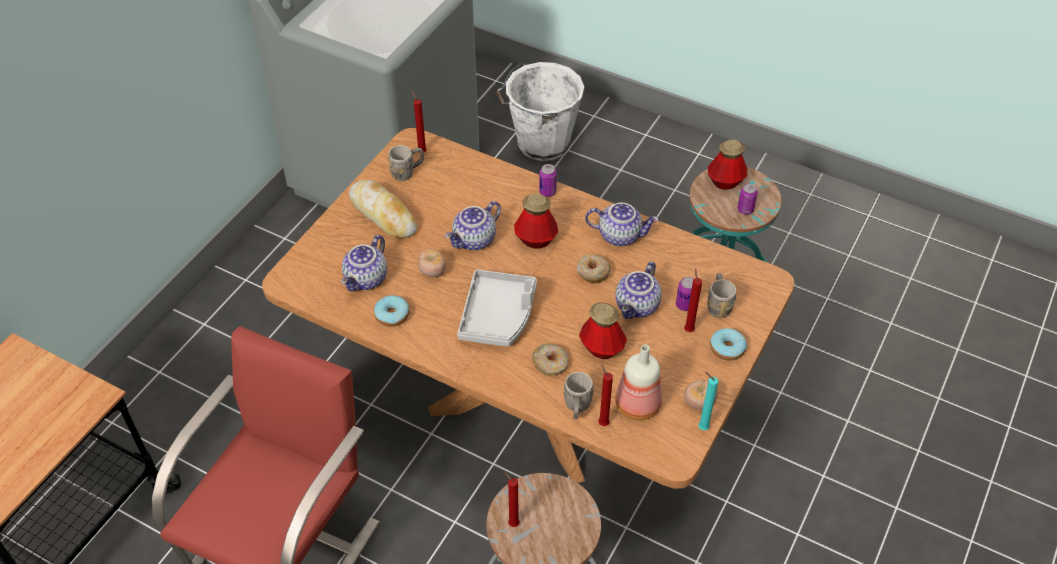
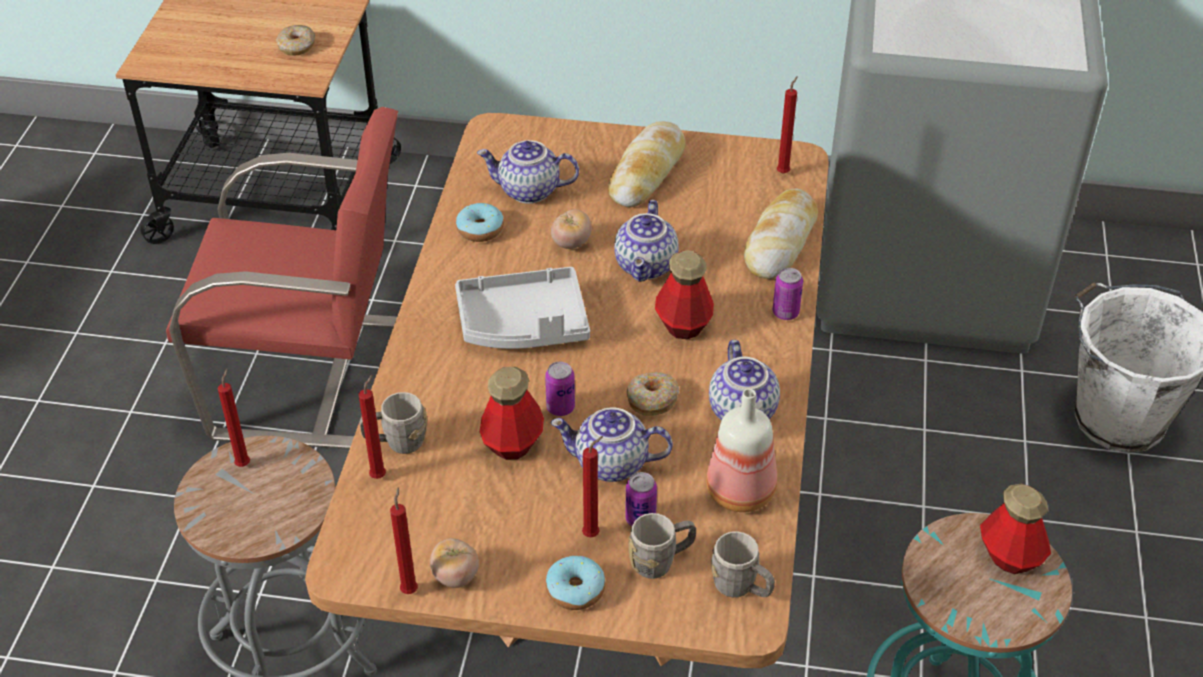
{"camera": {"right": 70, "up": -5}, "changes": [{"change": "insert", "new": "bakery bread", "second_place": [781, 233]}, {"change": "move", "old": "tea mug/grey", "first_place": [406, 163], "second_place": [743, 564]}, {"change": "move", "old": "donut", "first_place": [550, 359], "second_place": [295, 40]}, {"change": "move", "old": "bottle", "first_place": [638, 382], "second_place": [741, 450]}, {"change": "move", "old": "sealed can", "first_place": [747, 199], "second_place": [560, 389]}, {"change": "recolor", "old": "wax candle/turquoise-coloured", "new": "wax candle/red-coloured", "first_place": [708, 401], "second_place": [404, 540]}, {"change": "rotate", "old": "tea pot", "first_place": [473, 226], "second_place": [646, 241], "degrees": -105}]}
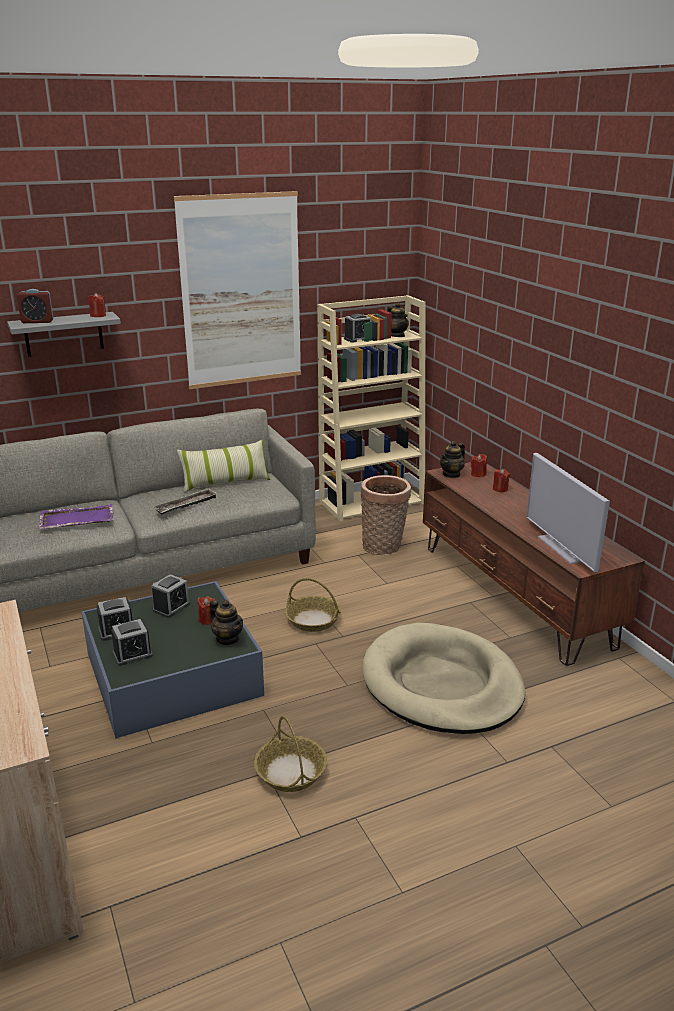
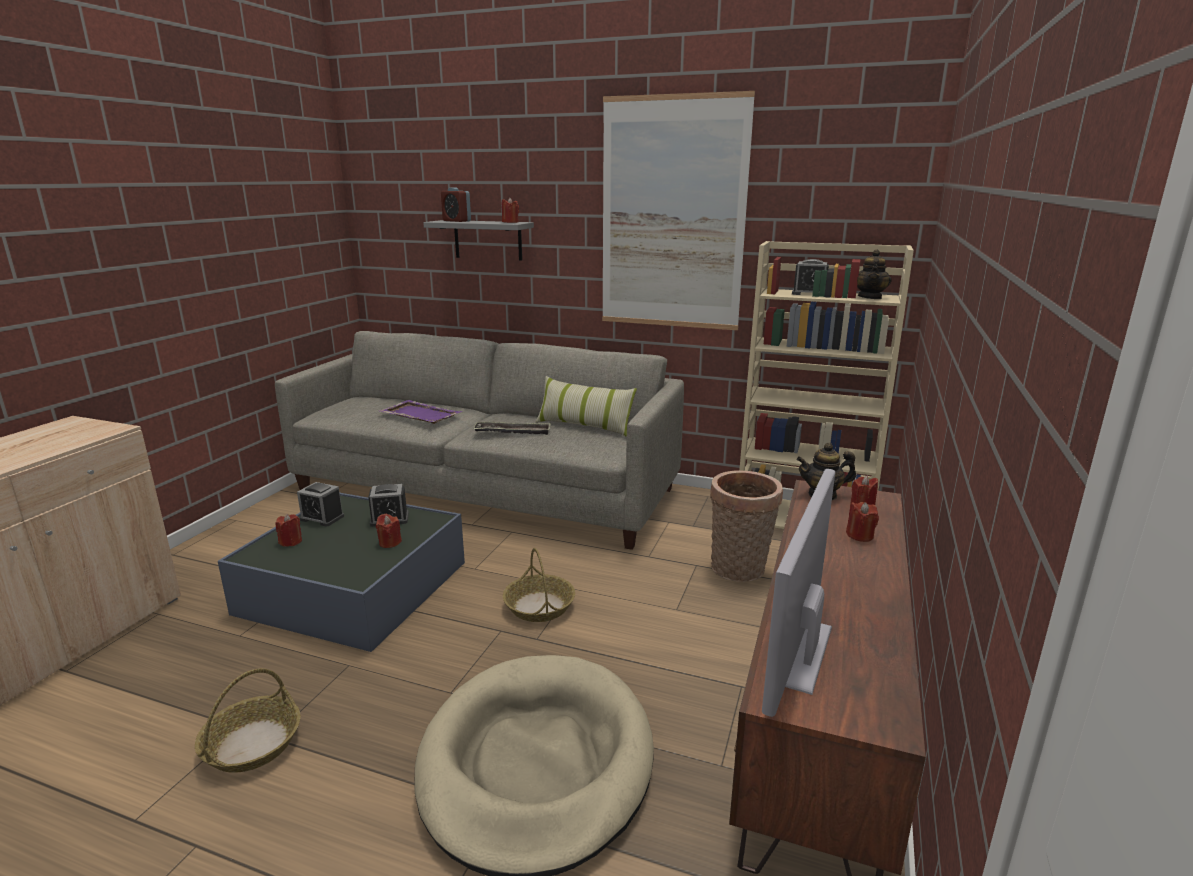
{"camera": {"right": 45, "up": -5}, "changes": [{"change": "delete", "old": "tea pot", "first_place": [226, 622]}, {"change": "replace", "old": "table clock", "new": "wax candle/red-coloured", "first_place": [132, 642], "second_place": [288, 530]}]}
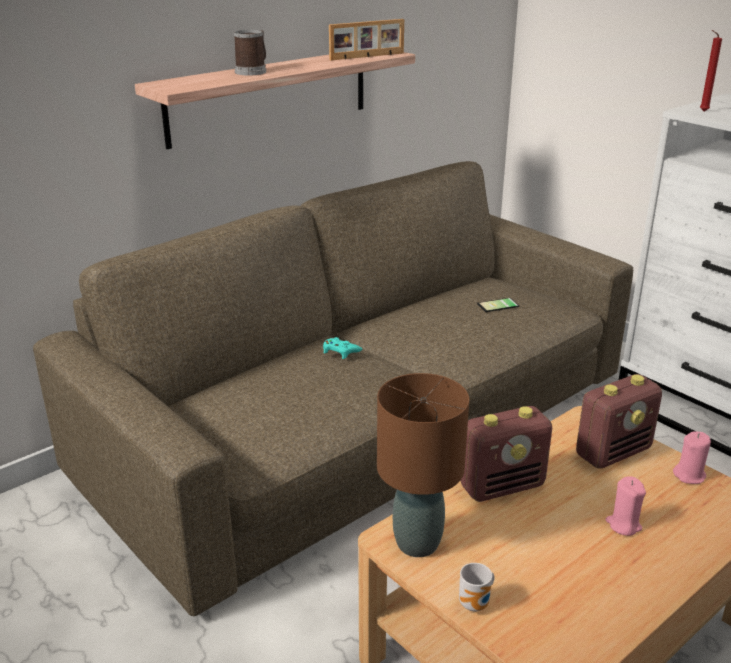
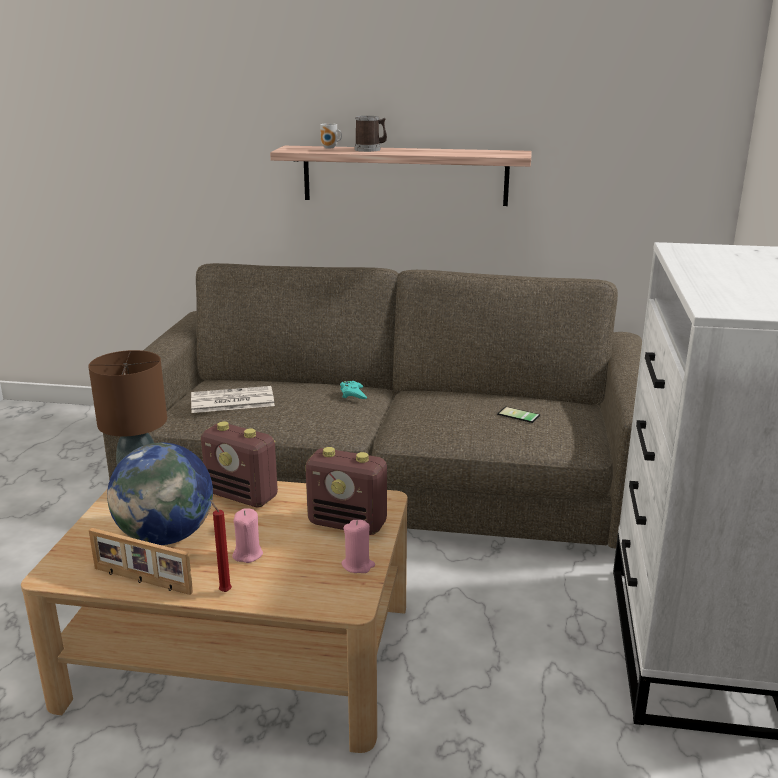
{"camera": {"right": 50, "up": -5}, "changes": [{"change": "insert", "new": "desk globe", "second_place": [160, 493]}, {"change": "insert", "new": "newspaper", "second_place": [233, 399]}, {"change": "move", "old": "standing frame", "first_place": [366, 39], "second_place": [141, 561]}, {"change": "move", "old": "tea mug", "first_place": [477, 587], "second_place": [331, 135]}, {"change": "move", "old": "wax candle/red-coloured", "first_place": [711, 71], "second_place": [221, 545]}]}
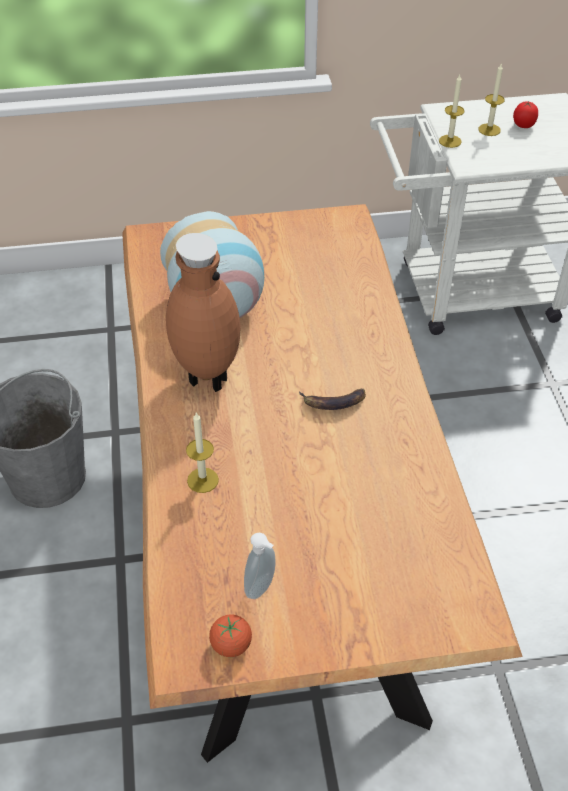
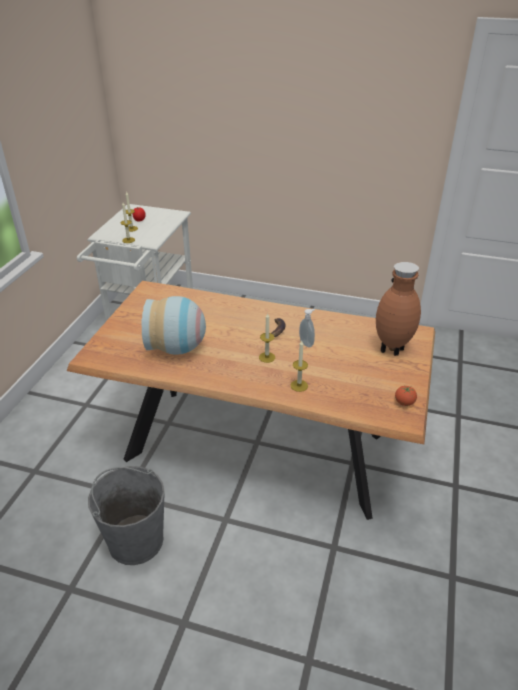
{"camera": {"right": -65, "up": -10}, "changes": [{"change": "insert", "new": "wax candle", "second_place": [267, 338]}, {"change": "move", "old": "flower vase/brown", "first_place": [203, 312], "second_place": [398, 309]}, {"change": "move", "old": "soap dispenser", "first_place": [260, 566], "second_place": [307, 328]}]}
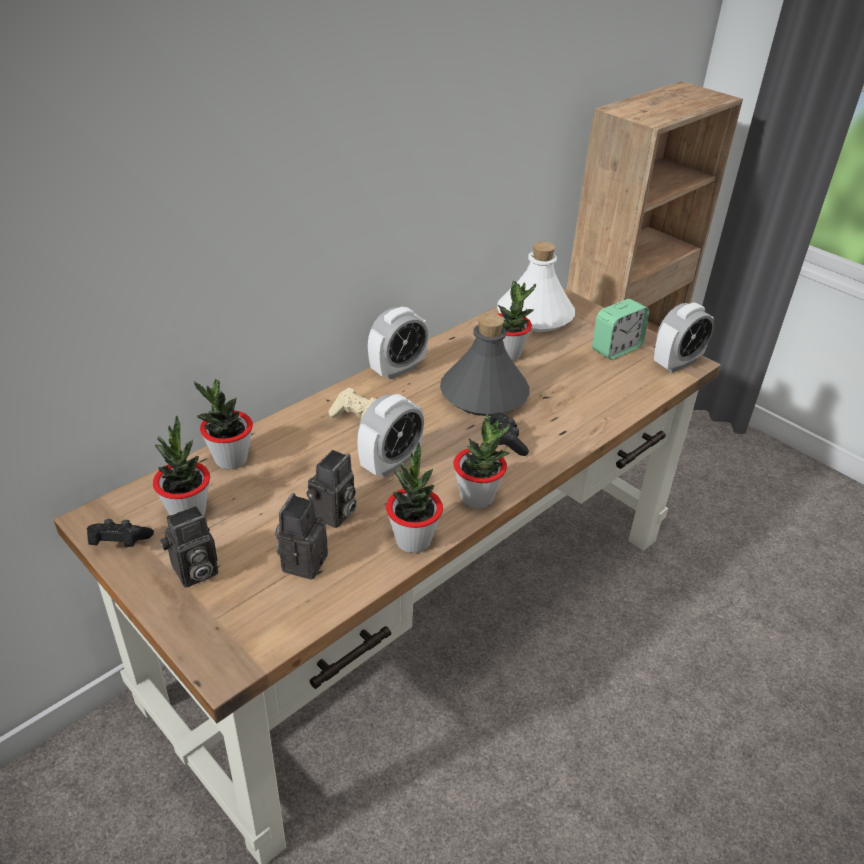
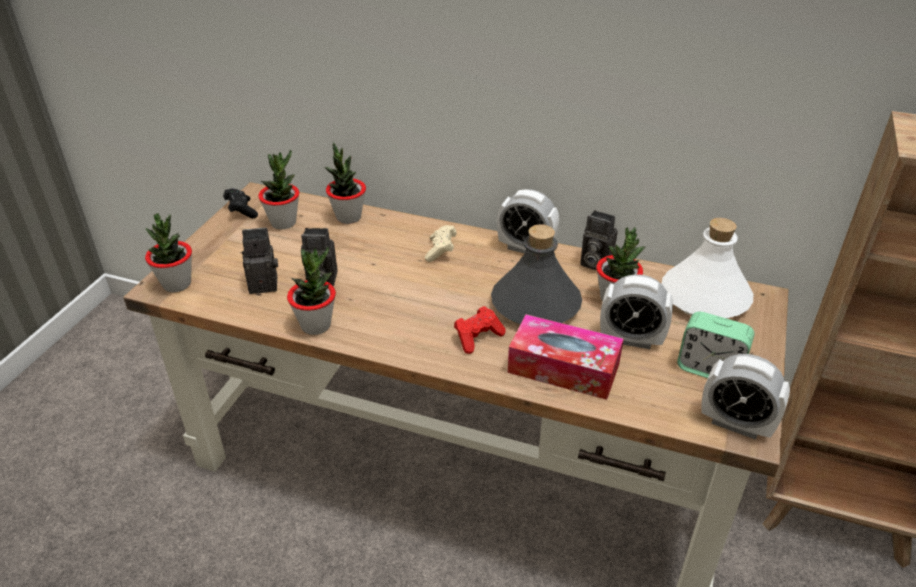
{"camera": {"right": 65, "up": 0}, "changes": [{"change": "insert", "new": "box of tissues", "second_place": [566, 357]}, {"change": "move", "old": "still camera", "first_place": [189, 546], "second_place": [599, 240]}, {"change": "move", "old": "table clock", "first_place": [390, 435], "second_place": [636, 311]}, {"change": "move", "old": "potted plant", "first_place": [481, 461], "second_place": [168, 252]}, {"change": "recolor", "old": "game controller/black-coloured", "new": "game controller/red-coloured", "first_place": [509, 434], "second_place": [480, 330]}]}
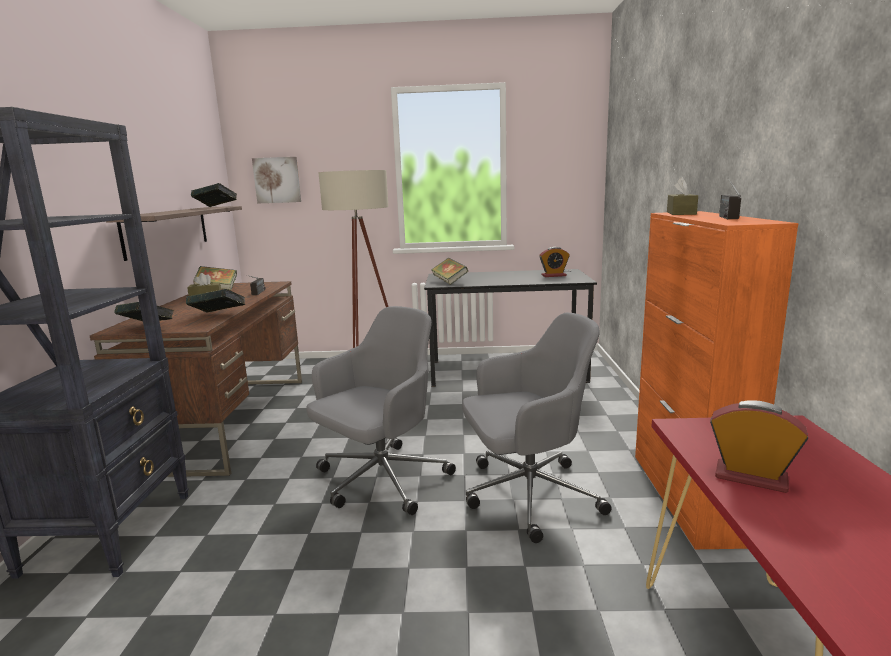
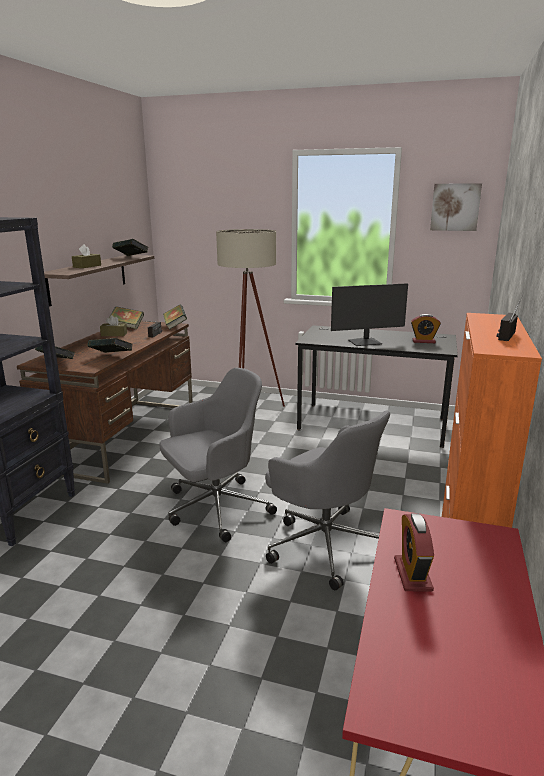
{"camera": {"right": 15, "up": 5}, "changes": [{"change": "insert", "new": "monitor", "second_place": [369, 314]}, {"change": "move", "old": "wall art", "first_place": [276, 180], "second_place": [456, 207]}, {"change": "move", "old": "bound book", "first_place": [449, 271], "second_place": [175, 317]}, {"change": "move", "old": "box of tissues/brown", "first_place": [682, 196], "second_place": [86, 256]}, {"change": "rotate", "old": "desk chair/grey", "first_place": [537, 428], "second_place": [327, 500], "degrees": 45}, {"change": "rotate", "old": "table clock", "first_place": [759, 446], "second_place": [414, 552], "degrees": -135}]}
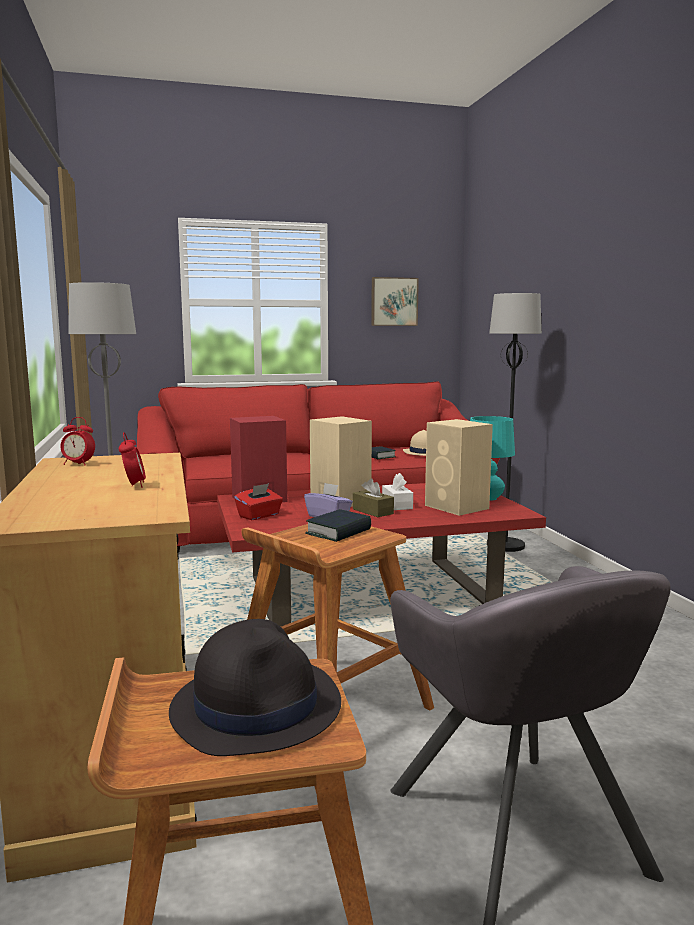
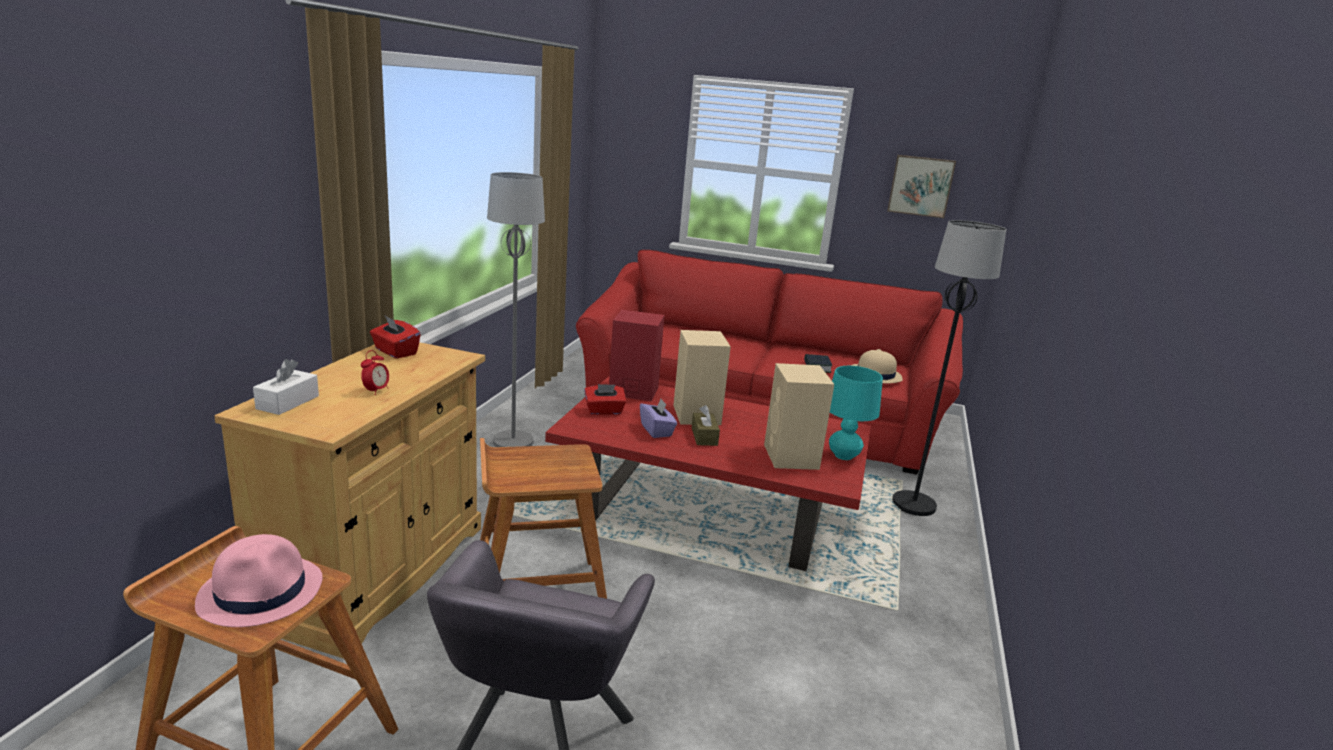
{"camera": {"right": 30, "up": 10}, "changes": [{"change": "delete", "old": "bound book", "first_place": [338, 525]}, {"change": "move", "old": "box of tissues/white-coloured", "first_place": [397, 491], "second_place": [286, 387]}, {"change": "replace", "old": "table clock", "new": "box of tissues/red-coloured", "first_place": [78, 441], "second_place": [395, 337]}, {"change": "recolor", "old": "wearable hat/black-coloured", "new": "wearable hat/pinkish", "first_place": [255, 687], "second_place": [259, 580]}]}
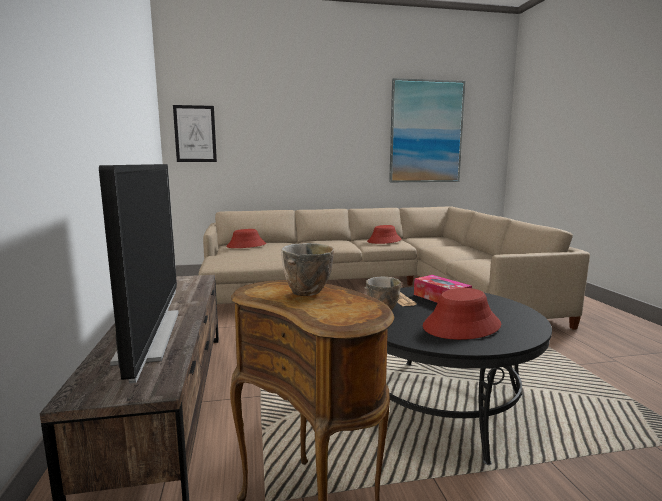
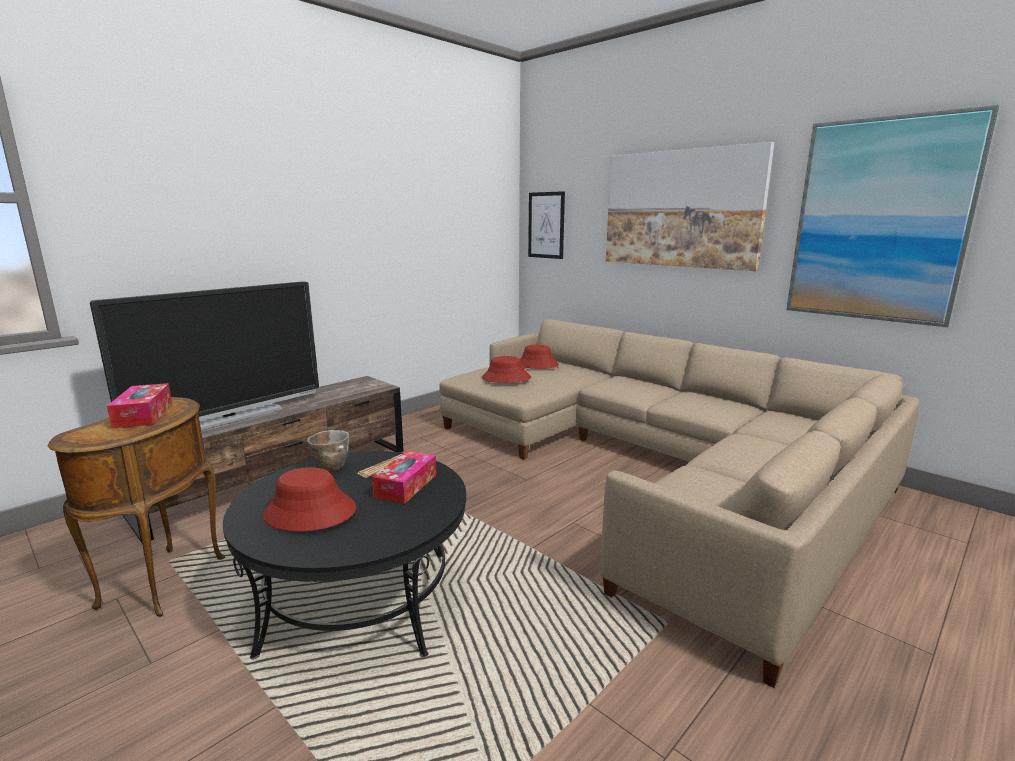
{"camera": {"right": 55, "up": 5}, "changes": [{"change": "insert", "new": "wall art", "second_place": [690, 206]}, {"change": "move", "old": "wearable hat/red-coloured", "first_place": [384, 234], "second_place": [506, 369]}, {"change": "replace", "old": "deep dish", "new": "box of tissues", "first_place": [307, 269], "second_place": [140, 405]}]}
